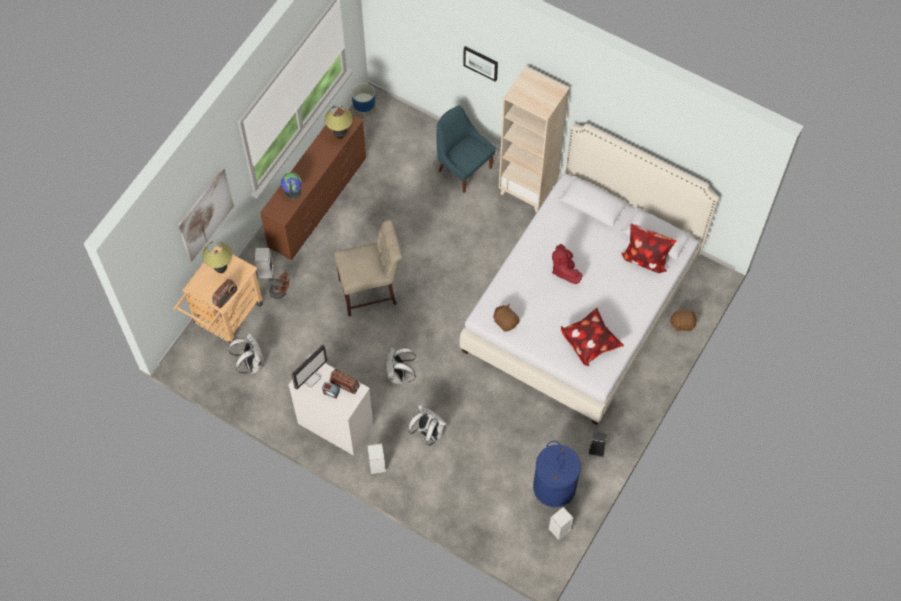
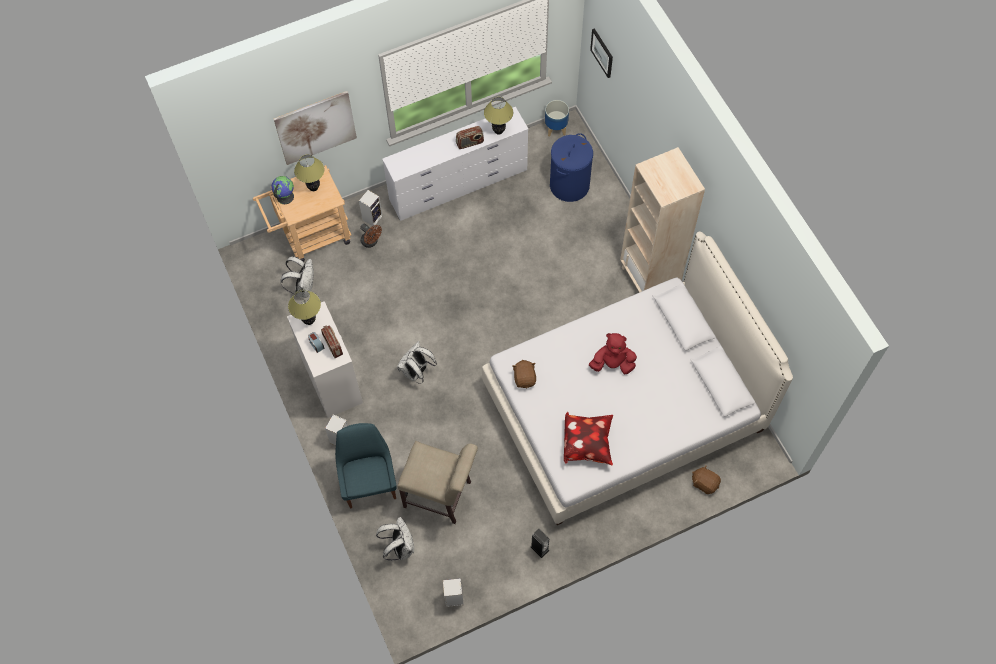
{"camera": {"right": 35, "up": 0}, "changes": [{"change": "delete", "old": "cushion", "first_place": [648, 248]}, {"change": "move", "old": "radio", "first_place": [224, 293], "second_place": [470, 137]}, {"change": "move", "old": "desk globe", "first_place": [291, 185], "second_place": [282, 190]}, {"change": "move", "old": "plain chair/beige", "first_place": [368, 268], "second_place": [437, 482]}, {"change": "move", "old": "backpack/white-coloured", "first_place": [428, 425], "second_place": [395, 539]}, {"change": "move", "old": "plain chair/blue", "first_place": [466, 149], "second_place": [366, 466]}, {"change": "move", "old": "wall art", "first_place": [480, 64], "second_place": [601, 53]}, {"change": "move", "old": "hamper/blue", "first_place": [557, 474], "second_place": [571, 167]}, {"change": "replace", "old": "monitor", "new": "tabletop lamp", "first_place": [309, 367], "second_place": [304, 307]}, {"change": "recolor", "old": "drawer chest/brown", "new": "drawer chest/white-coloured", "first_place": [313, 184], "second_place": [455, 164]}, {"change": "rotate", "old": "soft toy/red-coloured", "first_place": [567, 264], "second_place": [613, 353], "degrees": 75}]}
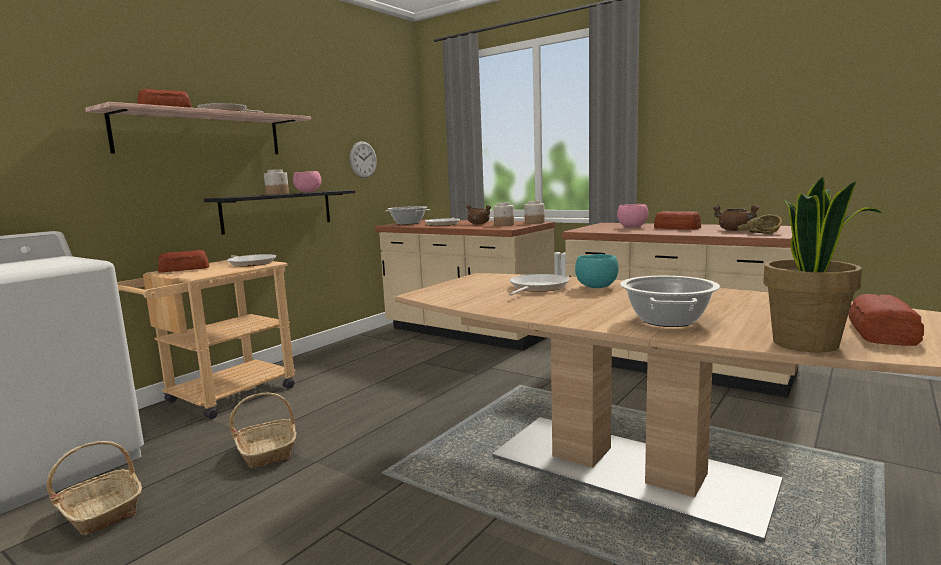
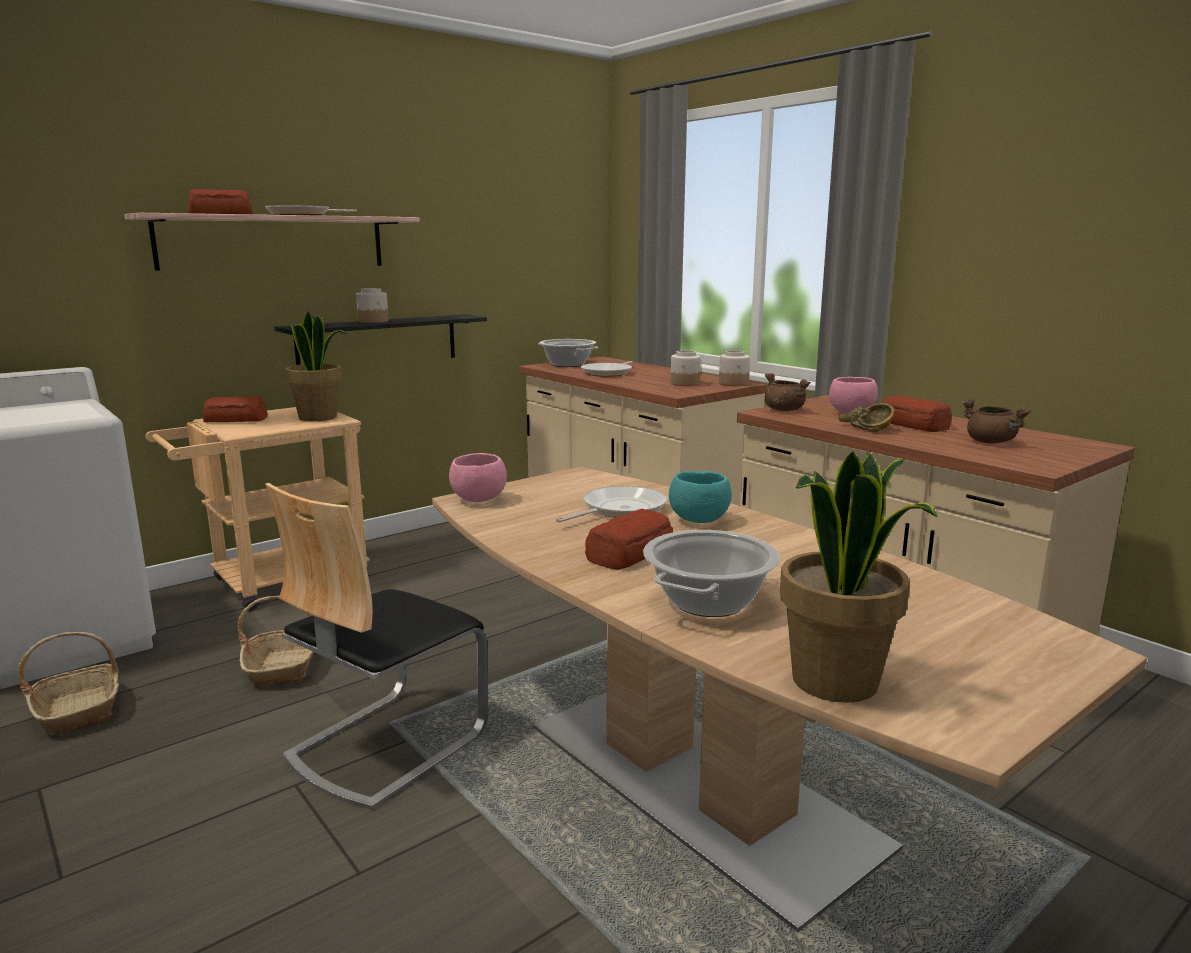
{"camera": {"right": 15, "up": 5}, "changes": [{"change": "delete", "old": "wall clock", "first_place": [363, 159]}, {"change": "insert", "new": "plain chair", "second_place": [376, 646]}, {"change": "move", "old": "deep dish/pinkish", "first_place": [307, 181], "second_place": [478, 477]}, {"change": "move", "old": "saucepot/brown", "first_place": [479, 214], "second_place": [788, 392]}, {"change": "move", "old": "deep dish/brown", "first_place": [759, 224], "second_place": [866, 417]}, {"change": "move", "old": "bakery bread", "first_place": [886, 320], "second_place": [629, 539]}, {"change": "replace", "old": "pan", "new": "potted plant", "first_place": [251, 260], "second_place": [315, 366]}]}
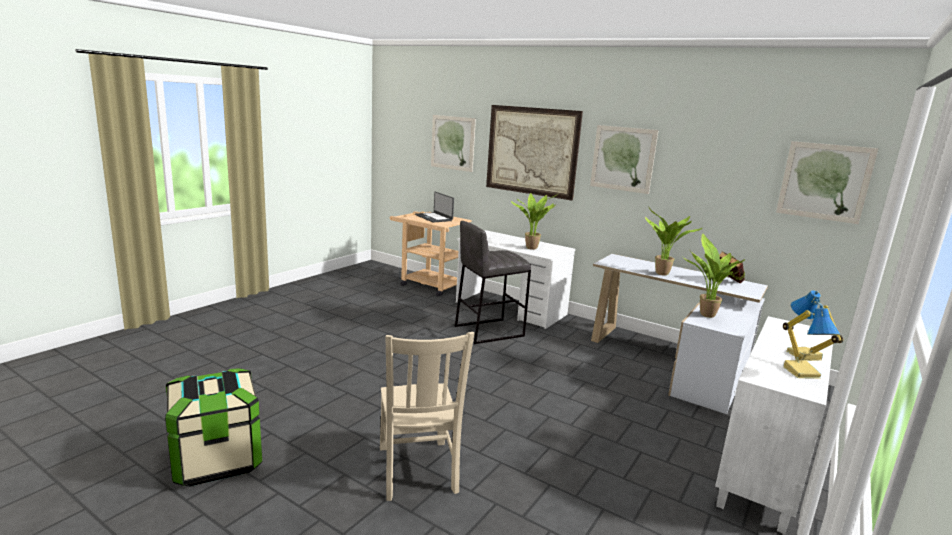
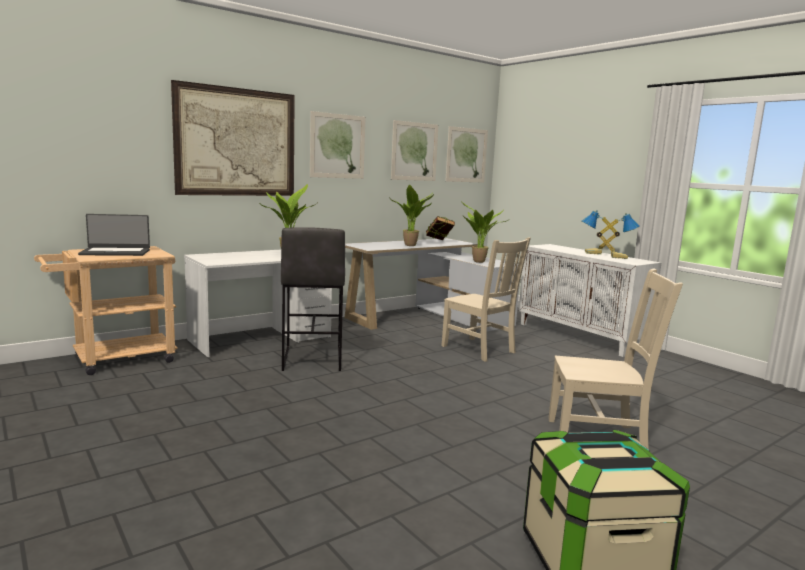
{"camera": {"right": -70, "up": -5}, "changes": [{"change": "insert", "new": "plain chair/beige", "second_place": [486, 299]}, {"change": "move", "old": "wall art", "first_place": [453, 143], "second_place": [415, 150]}]}
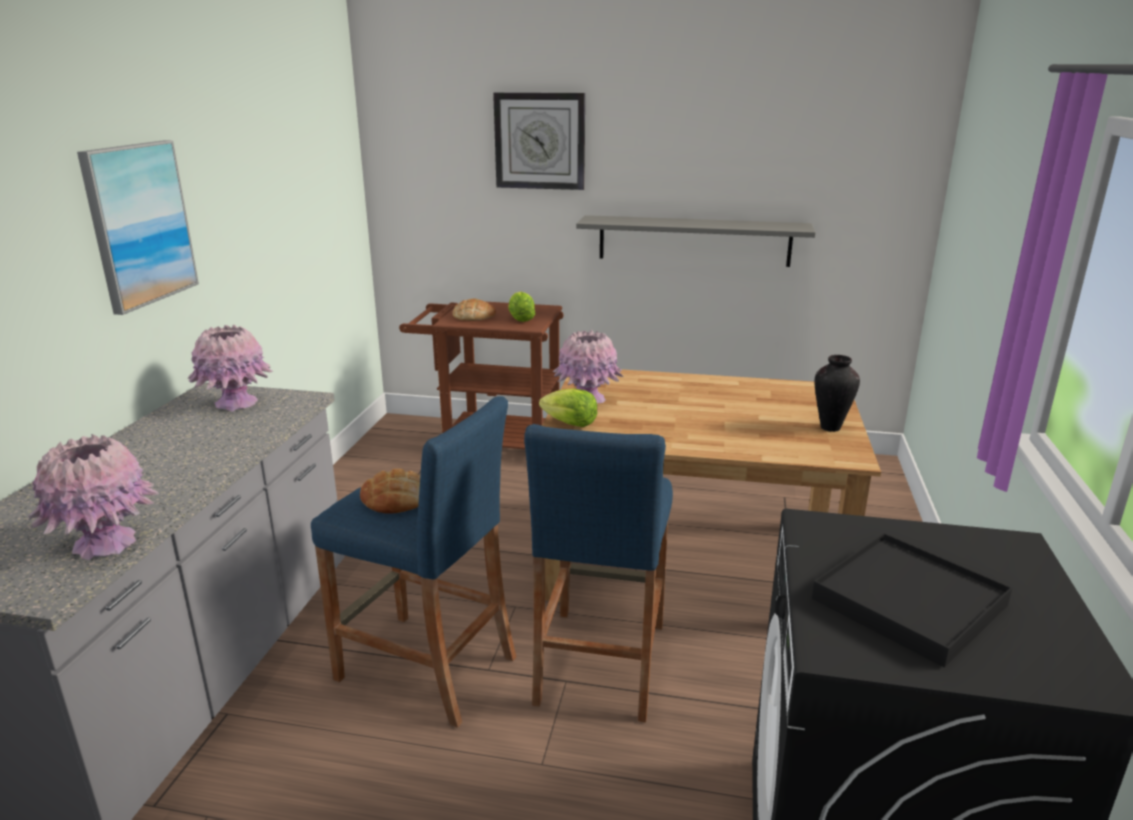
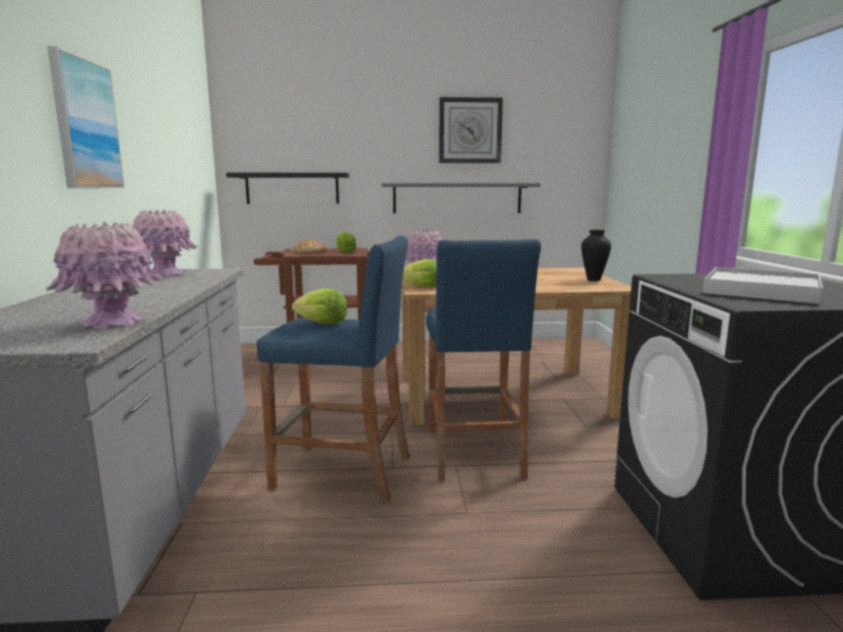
{"camera": {"right": -15, "up": -10}, "changes": [{"change": "insert", "new": "bracket shelf/black-coloured", "second_place": [287, 188]}, {"change": "move", "old": "wall clock", "first_place": [539, 141], "second_place": [471, 130]}, {"change": "replace", "old": "bakery bread", "new": "lettuce", "first_place": [390, 491], "second_place": [319, 306]}, {"change": "recolor", "old": "carrying tray/black-coloured", "new": "carrying tray/white-coloured", "first_place": [912, 600], "second_place": [763, 285]}]}
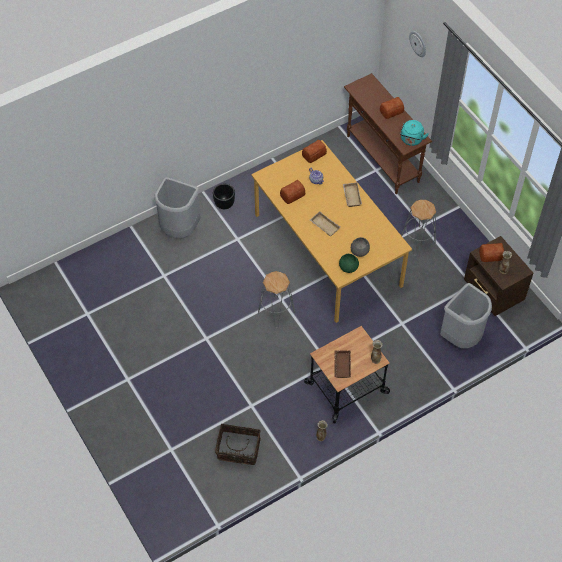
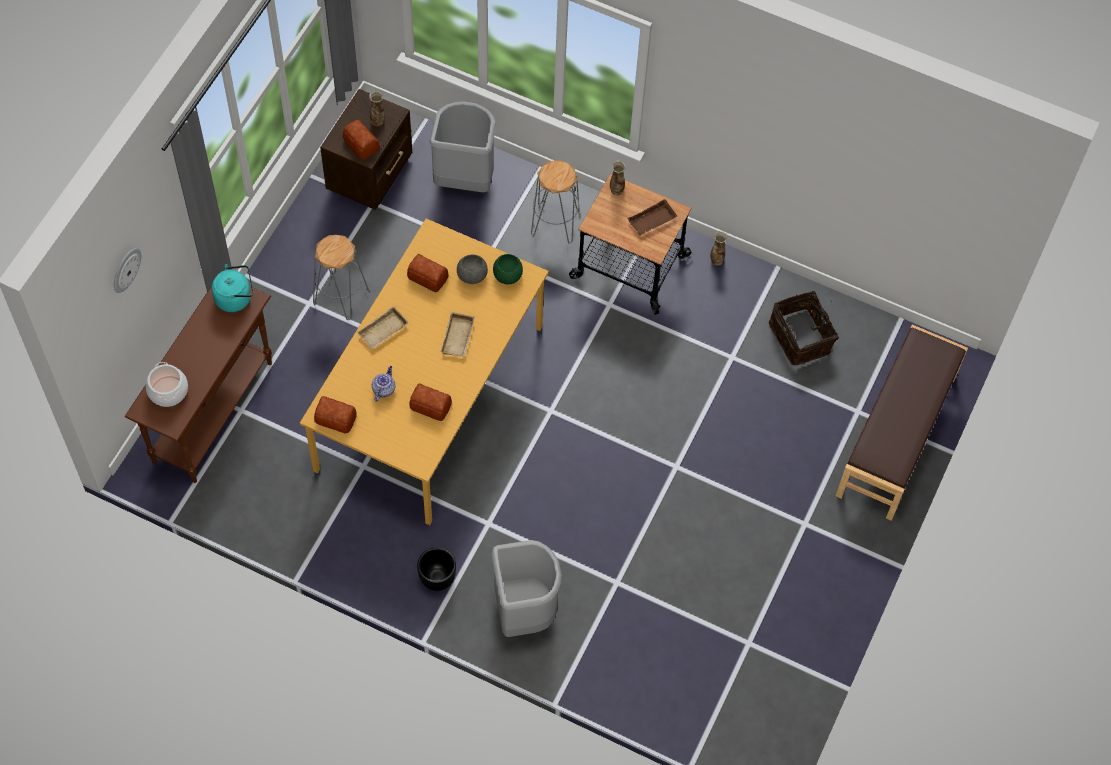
{"camera": {"right": -125, "up": 5}, "changes": [{"change": "insert", "new": "saucepot", "second_place": [167, 384]}, {"change": "insert", "new": "bench/brown", "second_place": [902, 423]}, {"change": "move", "old": "stool/grey", "first_place": [276, 299], "second_place": [555, 201]}, {"change": "move", "old": "bakery bread", "first_place": [392, 108], "second_place": [428, 273]}]}
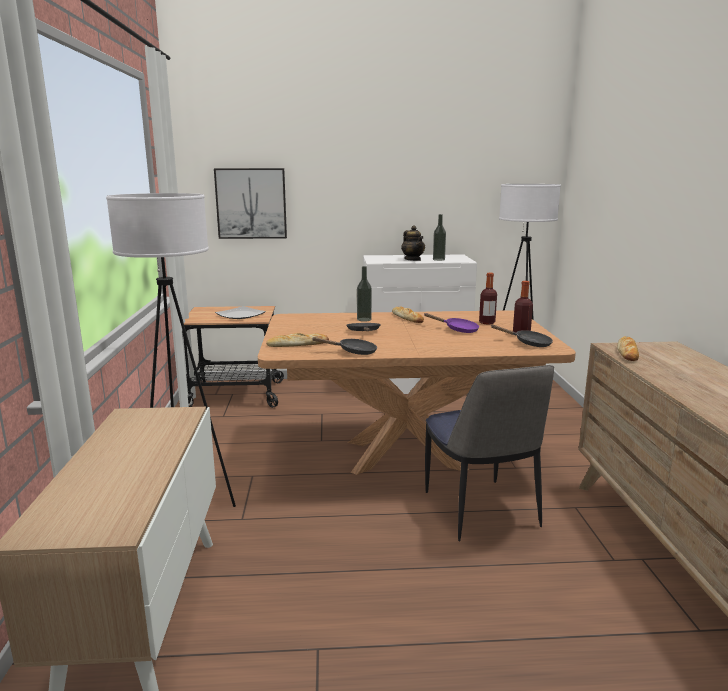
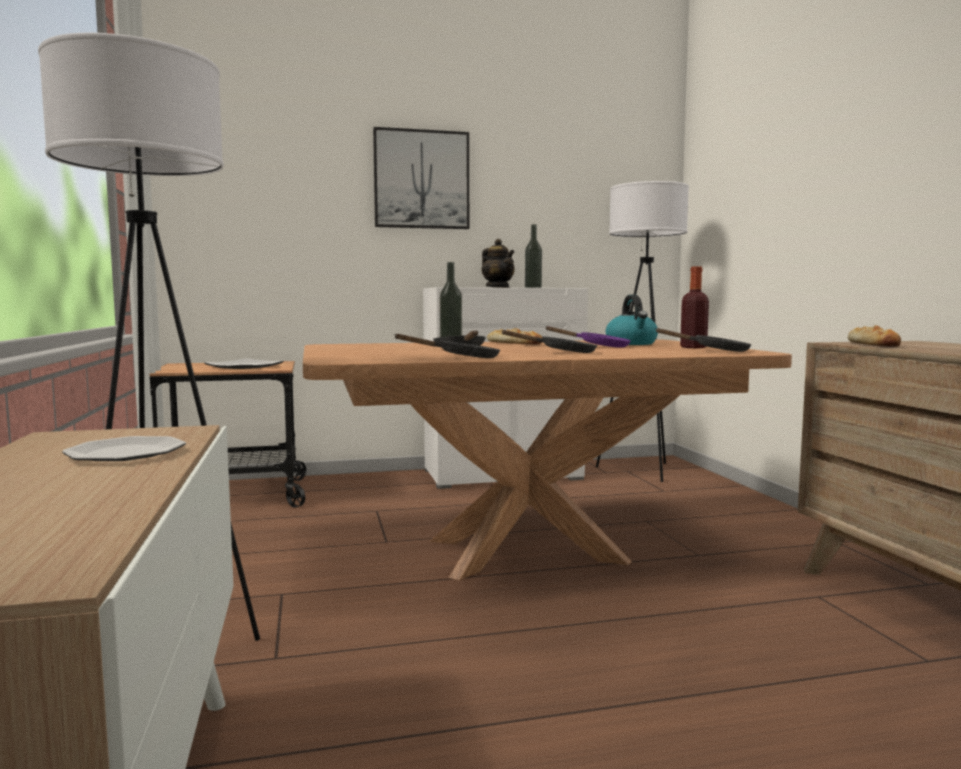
{"camera": {"right": -10, "up": -10}, "changes": [{"change": "delete", "old": "bakery bread", "first_place": [297, 340]}, {"change": "delete", "old": "plain chair", "first_place": [489, 453]}, {"change": "insert", "new": "dinner plate", "second_place": [124, 448]}, {"change": "insert", "new": "pan/black-coloured", "second_place": [549, 341]}, {"change": "move", "old": "wall art", "first_place": [250, 203], "second_place": [421, 178]}, {"change": "replace", "old": "bottle", "new": "kettle", "first_place": [488, 299], "second_place": [632, 319]}]}
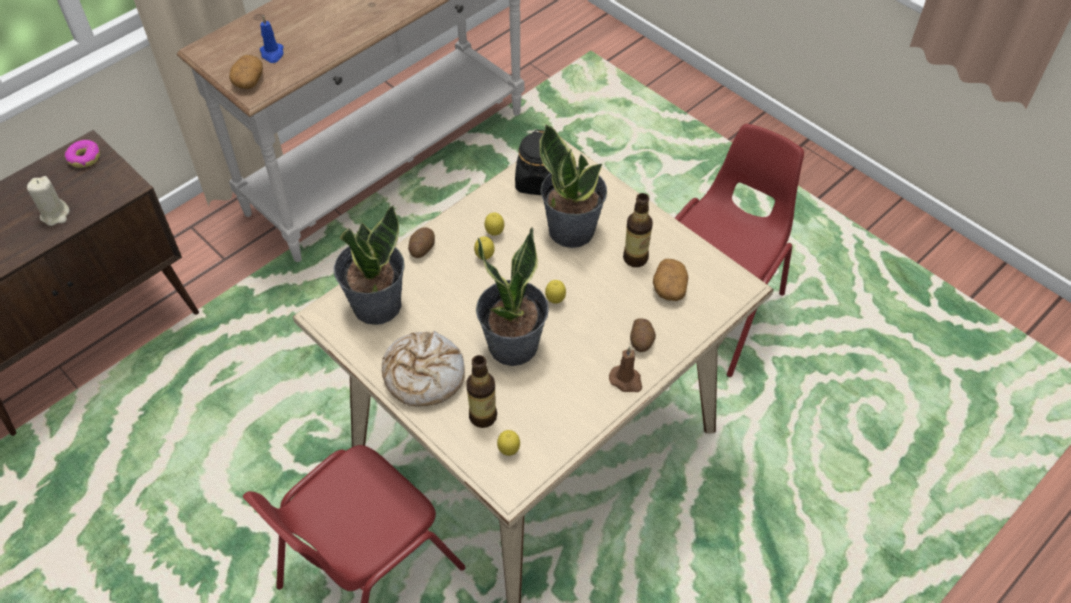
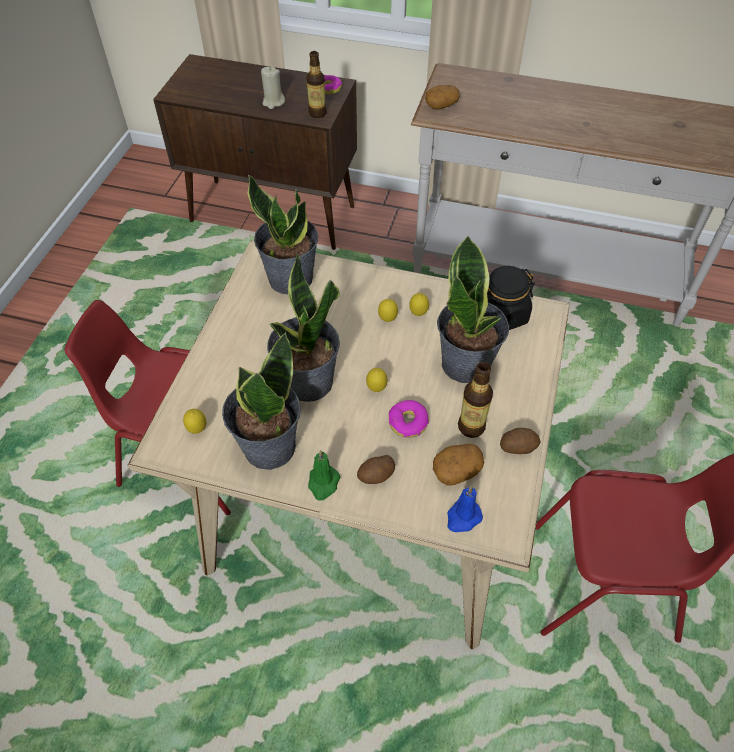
{"camera": {"right": 60, "up": 0}, "changes": [{"change": "delete", "old": "bakery bread", "first_place": [423, 368]}, {"change": "insert", "new": "potted plant", "second_place": [261, 401]}, {"change": "insert", "new": "donut", "second_place": [409, 419]}, {"change": "move", "old": "wax candle/blue", "first_place": [272, 39], "second_place": [465, 509]}, {"change": "move", "old": "potato", "first_place": [421, 243], "second_place": [520, 441]}, {"change": "move", "old": "bottle", "first_place": [481, 391], "second_place": [316, 84]}, {"change": "recolor", "old": "wax candle/brown", "new": "wax candle/green-coloured", "first_place": [625, 369], "second_place": [324, 475]}]}
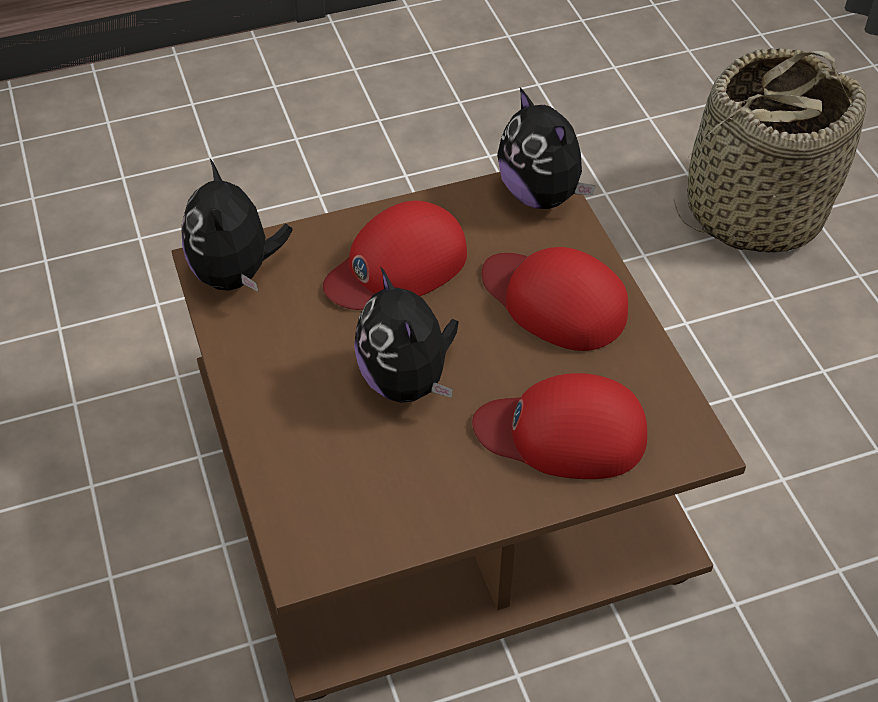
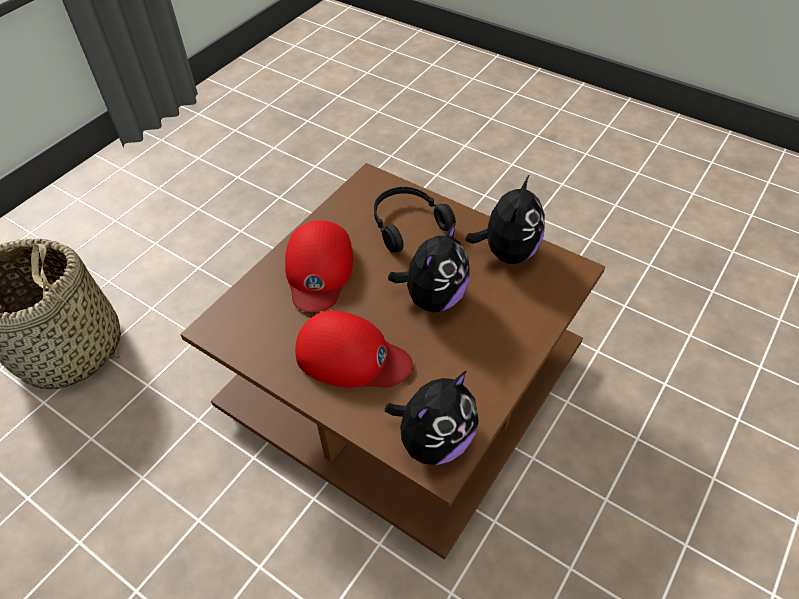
{"camera": {"right": -125, "up": 0}, "changes": [{"change": "move", "old": "soft toy", "first_place": [546, 148], "second_place": [505, 219]}, {"change": "replace", "old": "cap/red-coloured", "new": "headphones/black-coloured", "first_place": [559, 426], "second_place": [415, 220]}]}
